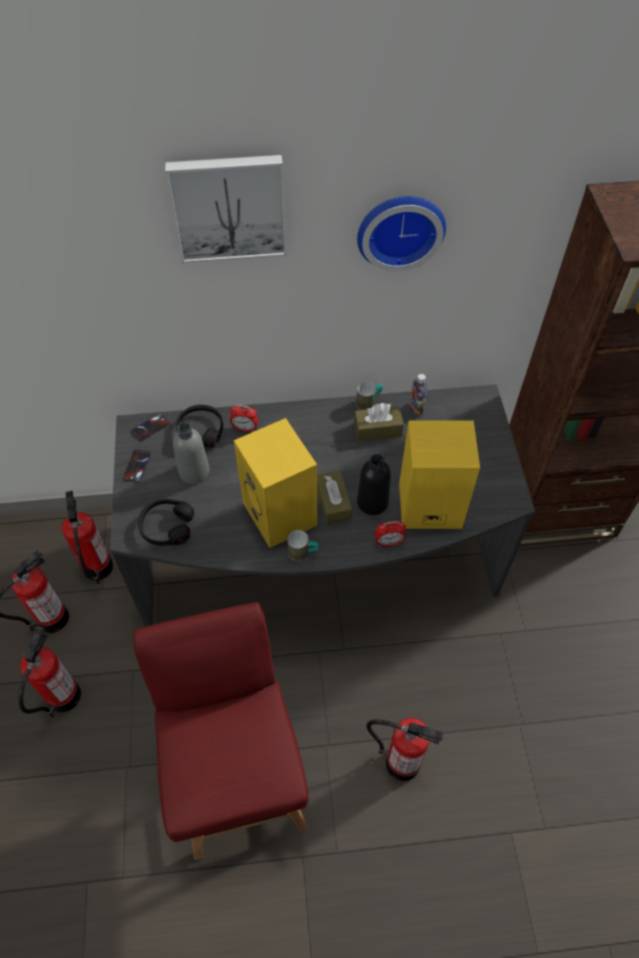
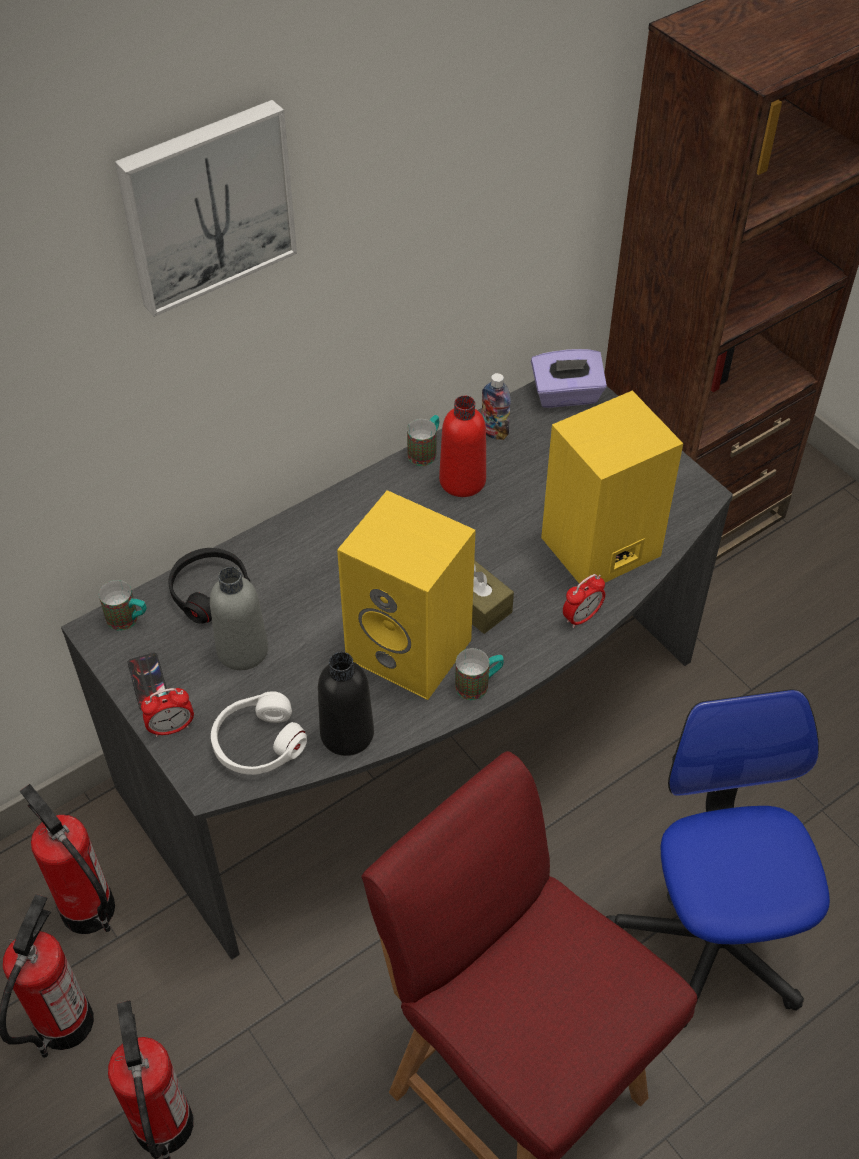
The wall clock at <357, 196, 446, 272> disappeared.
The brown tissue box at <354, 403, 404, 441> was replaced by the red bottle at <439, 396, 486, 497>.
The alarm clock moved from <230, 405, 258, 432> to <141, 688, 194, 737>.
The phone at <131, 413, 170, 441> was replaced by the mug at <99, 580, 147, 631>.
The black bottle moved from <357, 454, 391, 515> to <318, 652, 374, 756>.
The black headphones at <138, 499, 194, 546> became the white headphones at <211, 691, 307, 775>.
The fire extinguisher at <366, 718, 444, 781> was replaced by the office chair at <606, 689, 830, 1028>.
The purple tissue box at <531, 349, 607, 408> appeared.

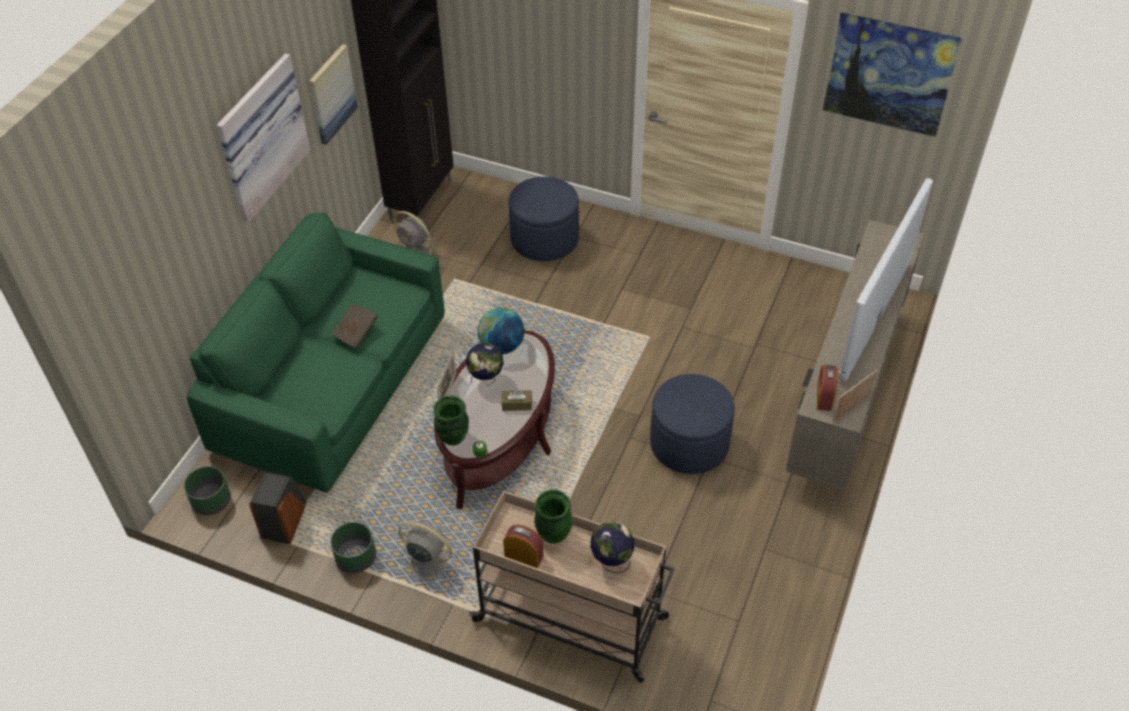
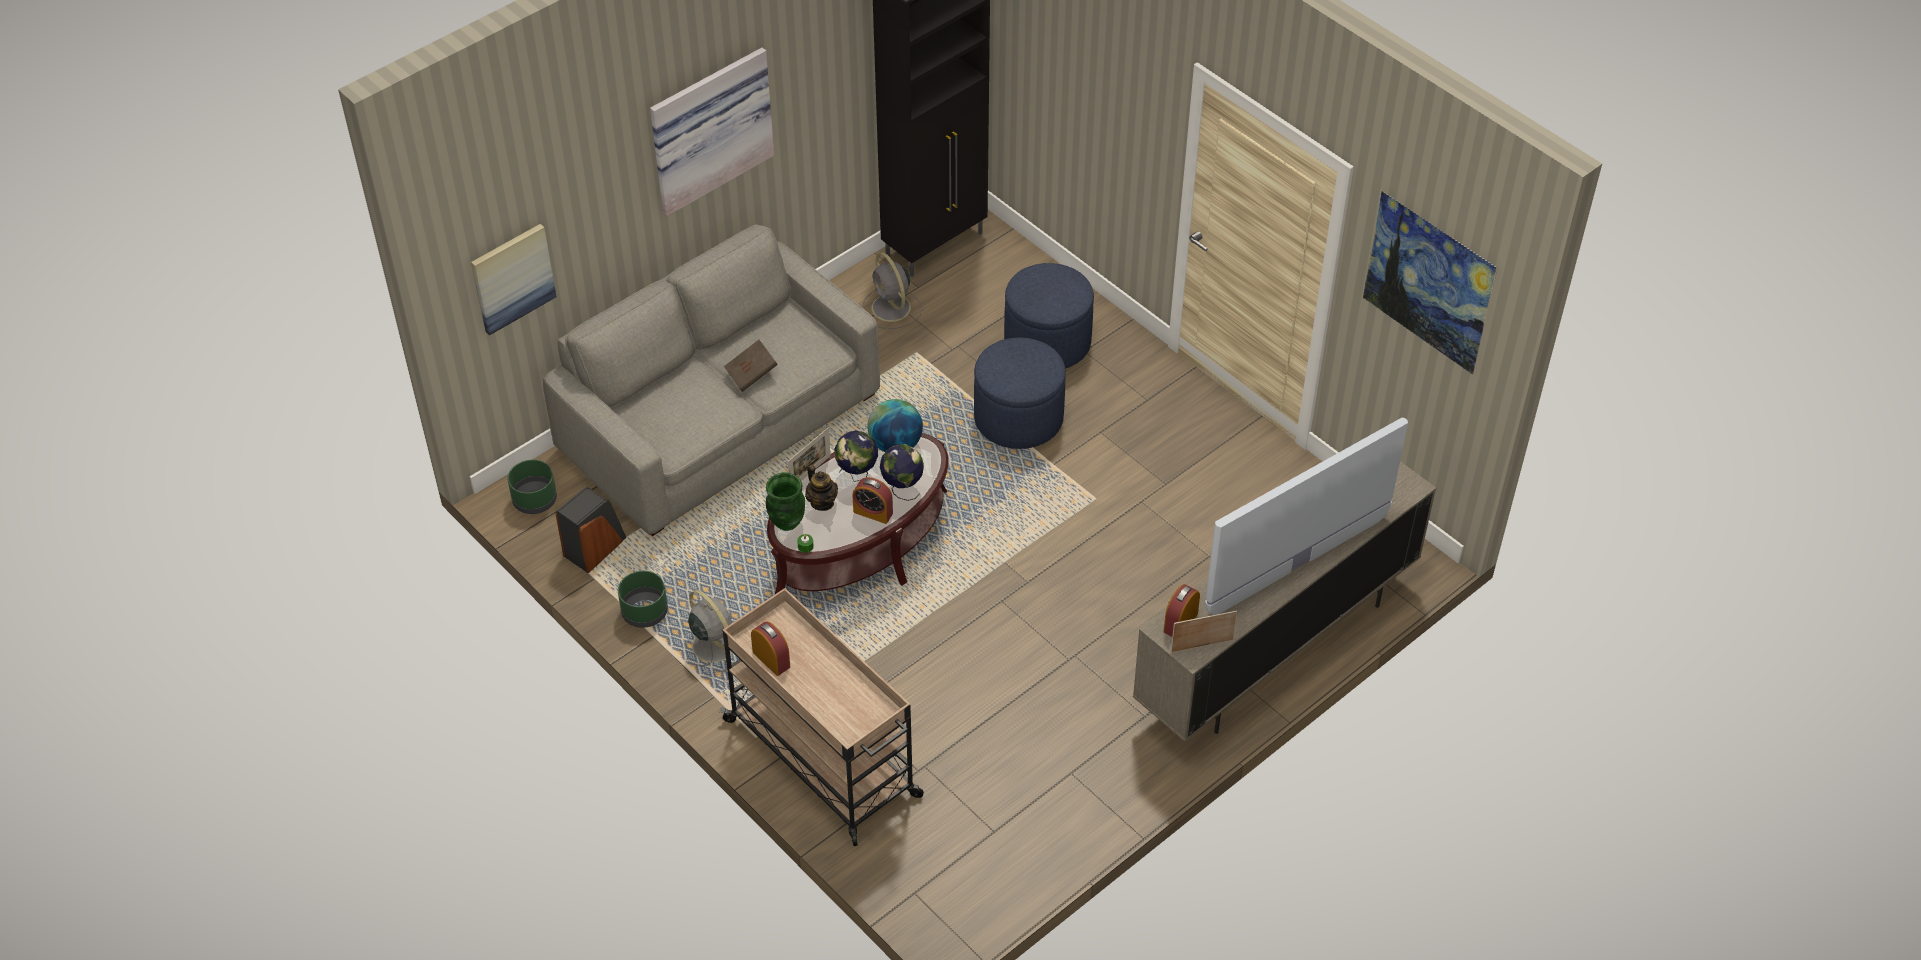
The picture moved from <309, 44, 358, 144> to <471, 224, 557, 335>.
The green sofa at <187, 212, 445, 493> became the grey sofa at <543, 225, 880, 536>.
The blue ottoman moved from <650, 374, 735, 474> to <974, 338, 1066, 449>.
The brown tissue box at <502, 390, 532, 411> was replaced by the alarm clock at <852, 477, 893, 524>.
The green vase at <534, 490, 573, 544> disappeared.
The globe moved from <590, 521, 635, 573> to <880, 444, 924, 501>.
The teapot at <805, 464, 838, 511> appeared.

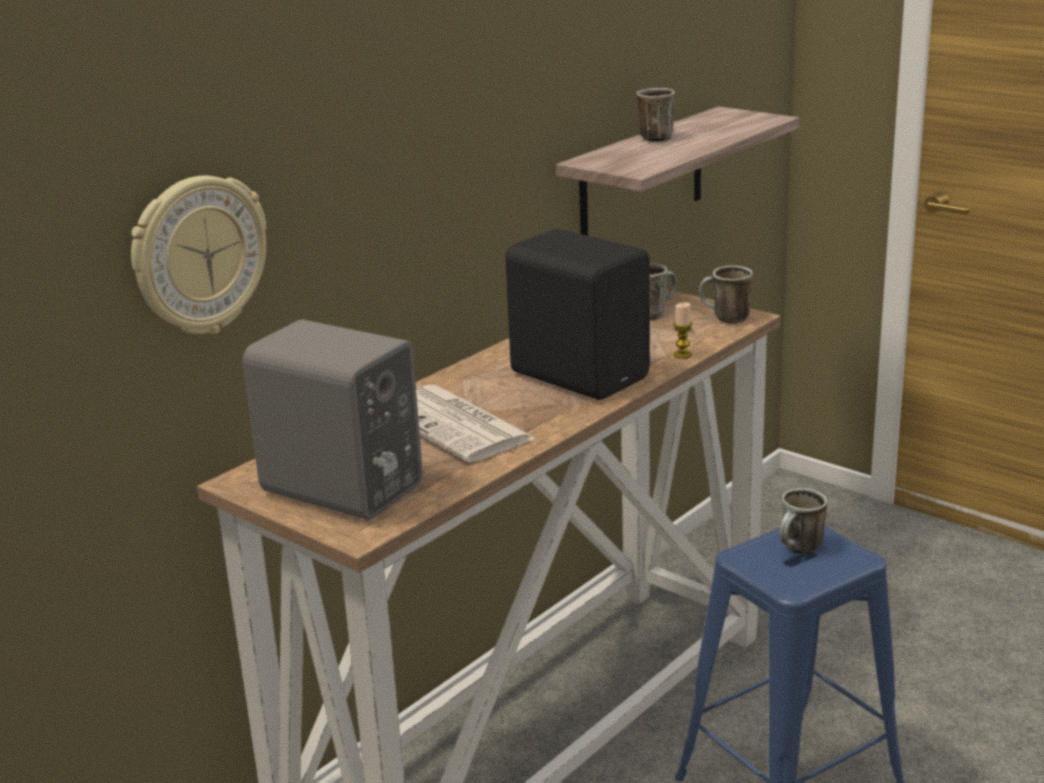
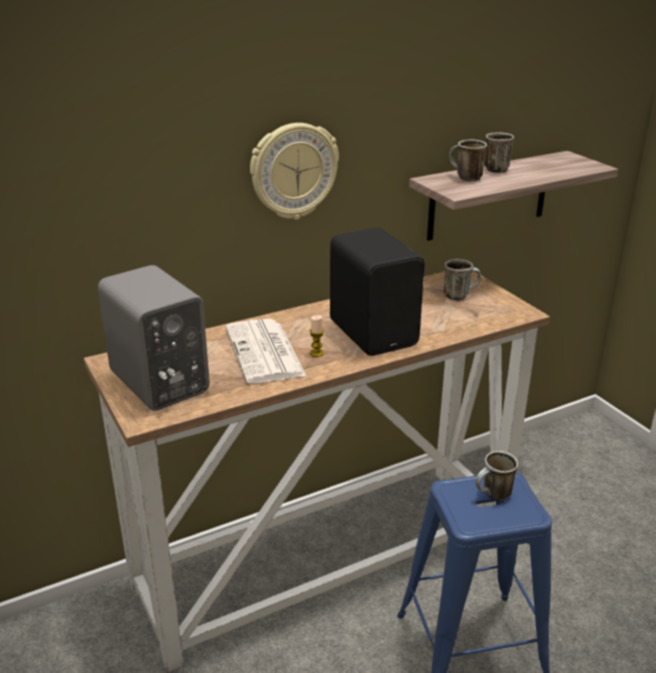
The wall clock moved from <131, 176, 266, 334> to <250, 123, 339, 220>.
The mug moved from <699, 266, 753, 324> to <449, 140, 487, 181>.
The candle moved from <674, 302, 692, 359> to <310, 315, 324, 357>.

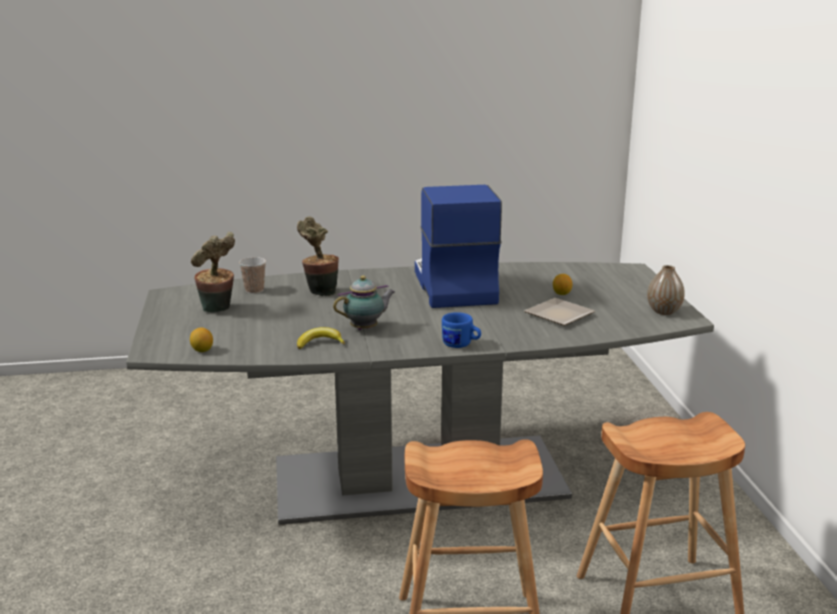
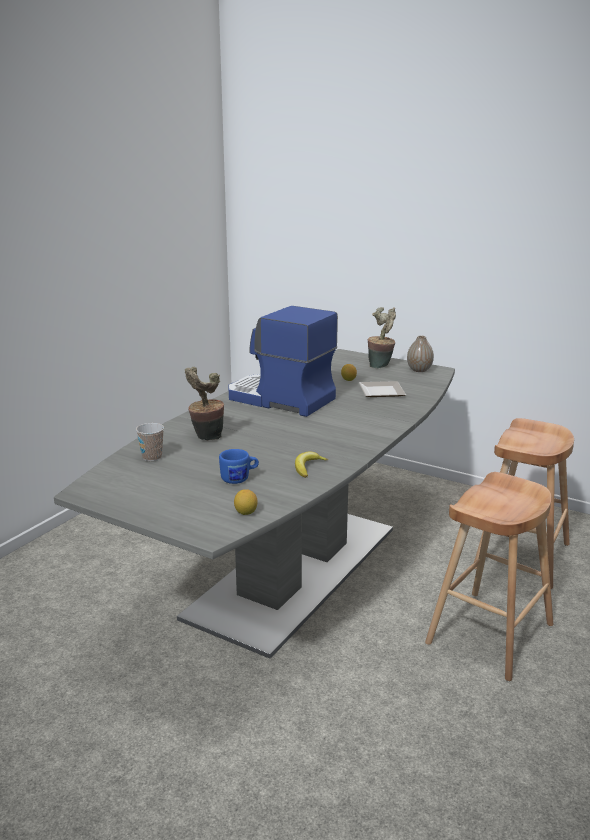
The potted plant moved from <191, 232, 235, 312> to <368, 307, 396, 368>.
The teapot at <333, 275, 395, 330> disappeared.
The blue mug moved from <442, 312, 481, 348> to <219, 449, 259, 484>.

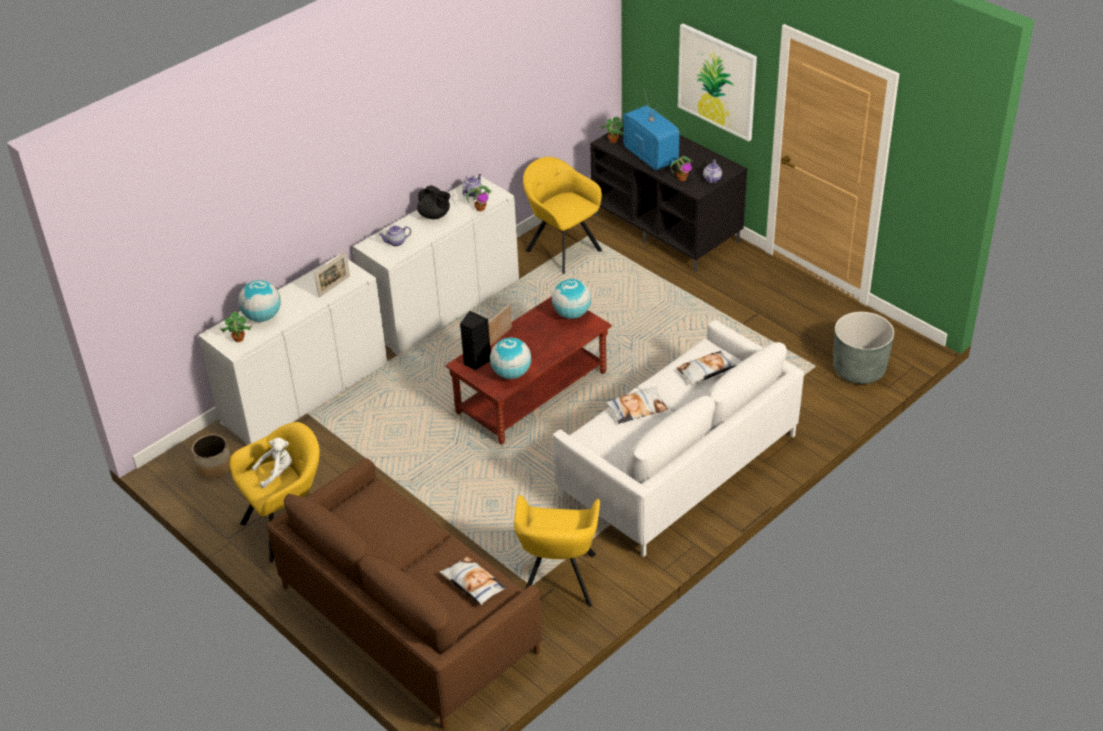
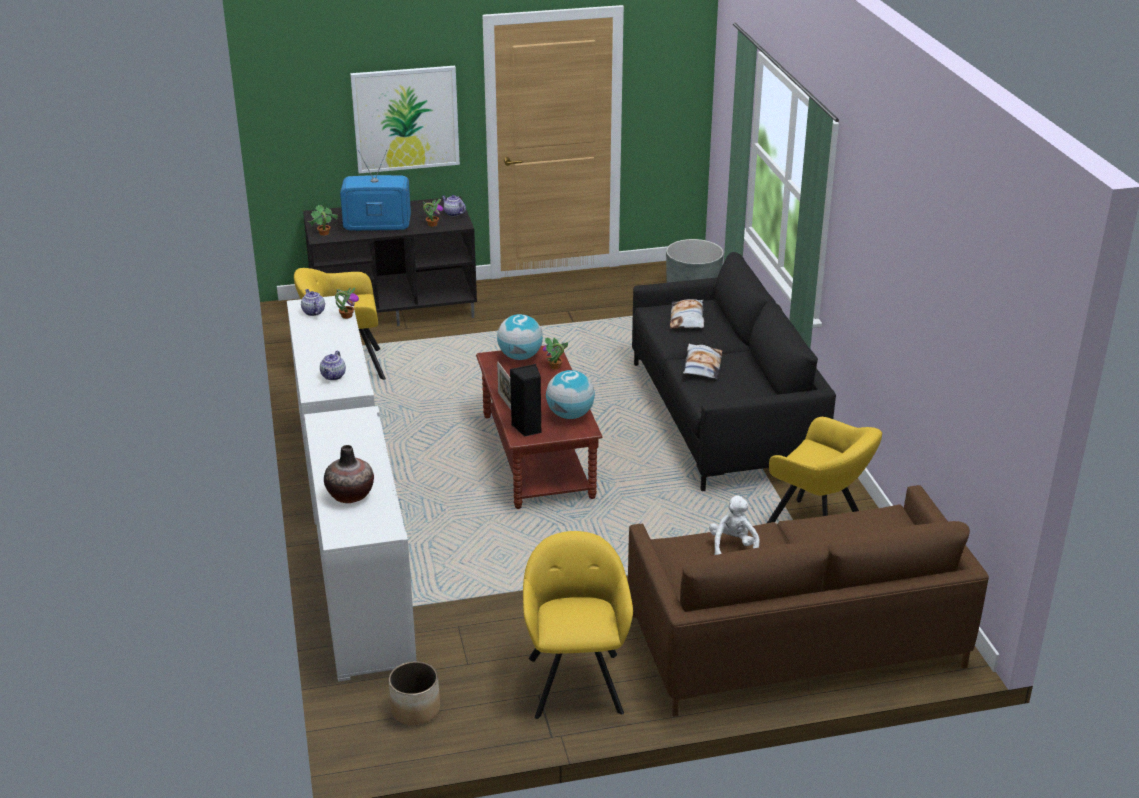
The black teapot at <417, 185, 450, 219> disappeared.
The picture frame at <314, 252, 350, 298> disappeared.
The globe at <238, 280, 281, 322> was replaced by the vase at <324, 445, 374, 503>.
The potted plant moved from <220, 312, 252, 342> to <543, 337, 568, 369>.
The white sofa at <552, 320, 804, 557> became the black sofa at <632, 252, 836, 491>.
The white plush toy moved from <252, 438, 292, 488> to <709, 496, 759, 555>.
The pillow at <439, 556, 507, 605> disappeared.

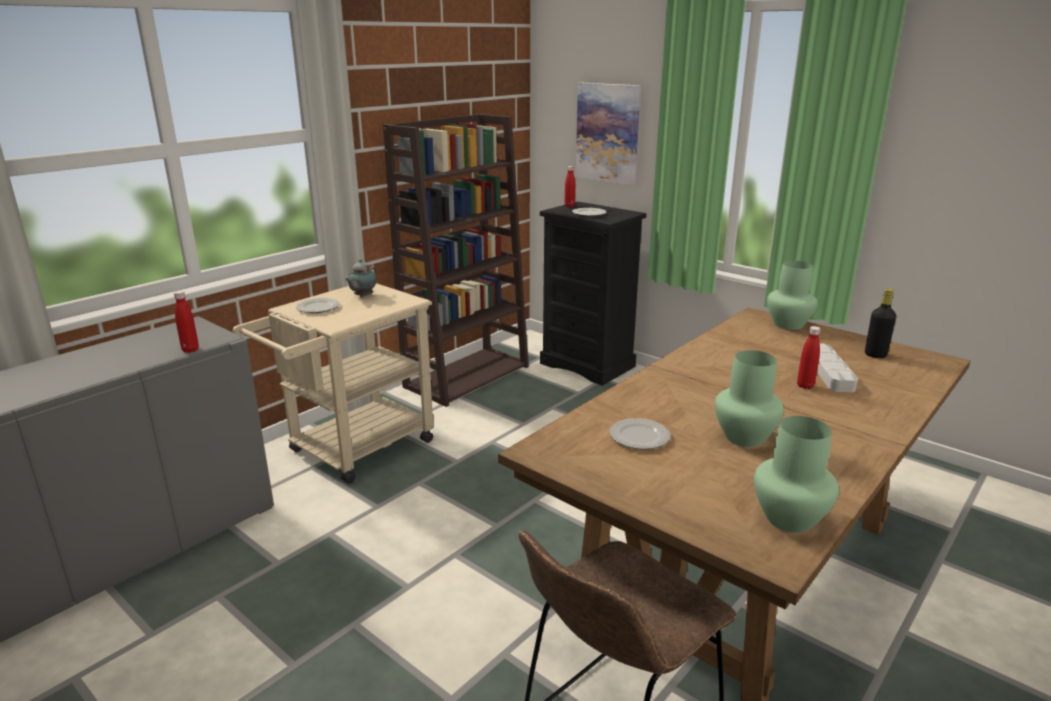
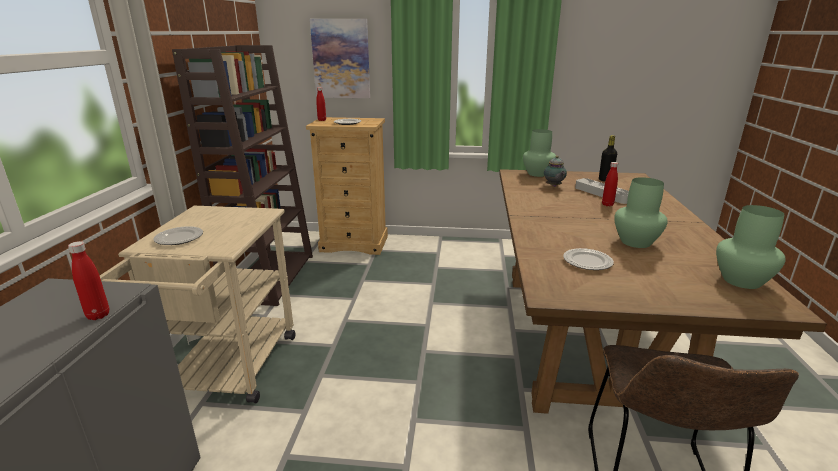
The black dresser at <540, 201, 646, 386> became the beige dresser at <306, 117, 388, 255>.
The teapot moved from <345, 259, 376, 298> to <544, 156, 567, 187>.

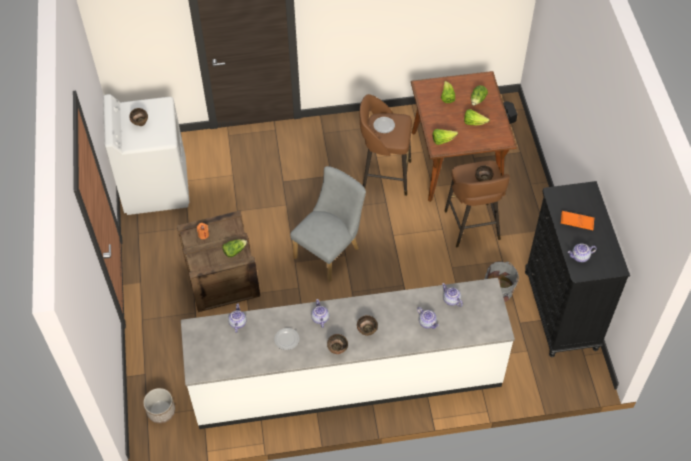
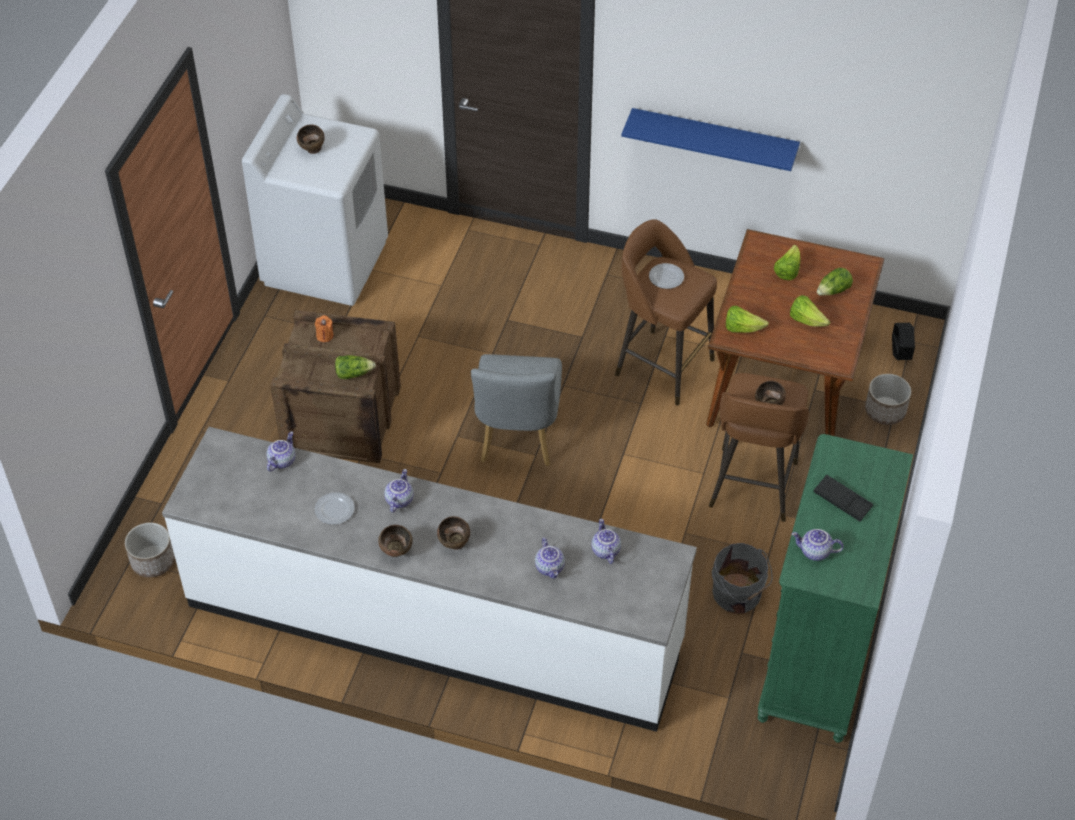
The grey chair at <290, 166, 366, 282> turned 120 degrees clockwise.
The black dresser at <525, 181, 630, 357> became the green dresser at <758, 434, 913, 743>.
The orange tray at <561, 211, 594, 230> became the black tray at <813, 475, 873, 522>.
The blue shelf at <621, 108, 800, 171> appeared.
The planter at <865, 374, 911, 425> appeared.

